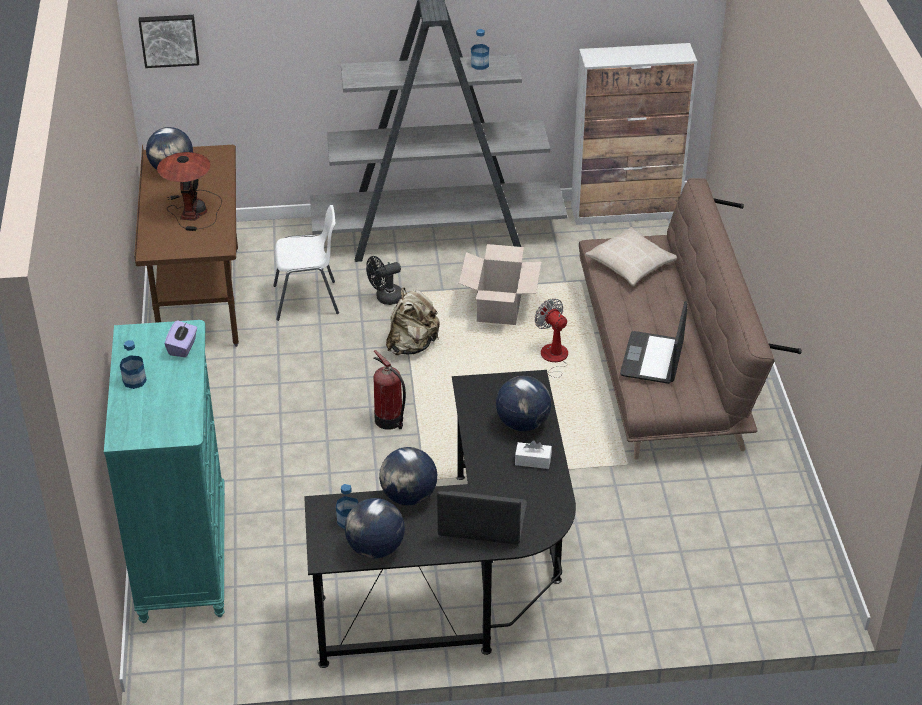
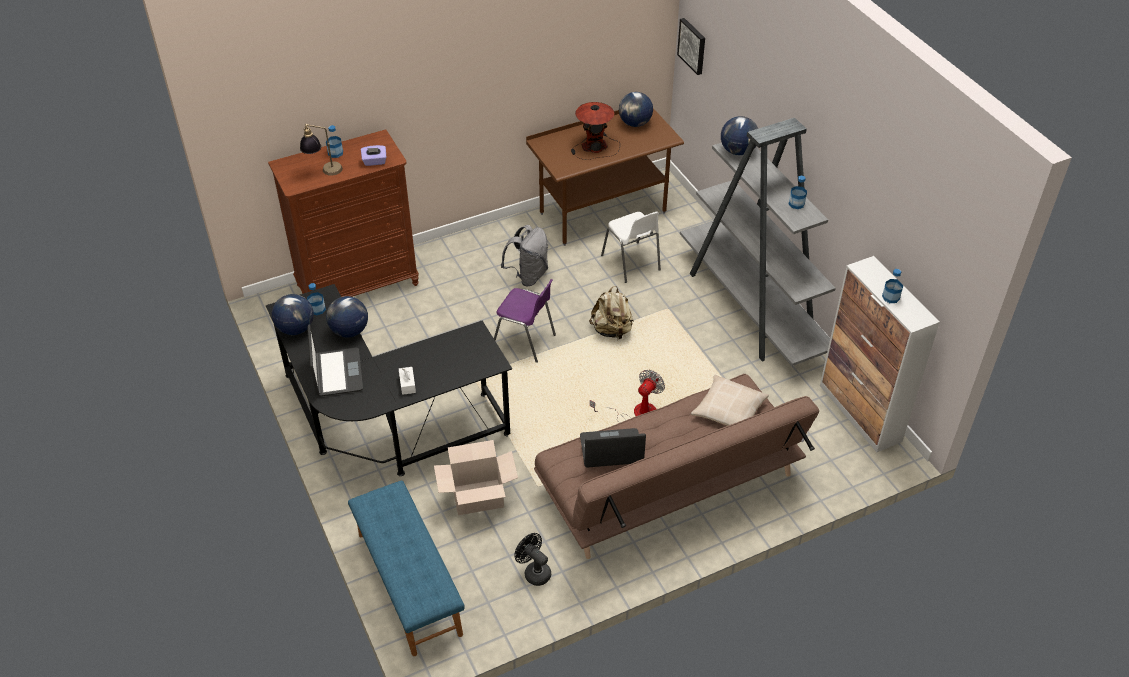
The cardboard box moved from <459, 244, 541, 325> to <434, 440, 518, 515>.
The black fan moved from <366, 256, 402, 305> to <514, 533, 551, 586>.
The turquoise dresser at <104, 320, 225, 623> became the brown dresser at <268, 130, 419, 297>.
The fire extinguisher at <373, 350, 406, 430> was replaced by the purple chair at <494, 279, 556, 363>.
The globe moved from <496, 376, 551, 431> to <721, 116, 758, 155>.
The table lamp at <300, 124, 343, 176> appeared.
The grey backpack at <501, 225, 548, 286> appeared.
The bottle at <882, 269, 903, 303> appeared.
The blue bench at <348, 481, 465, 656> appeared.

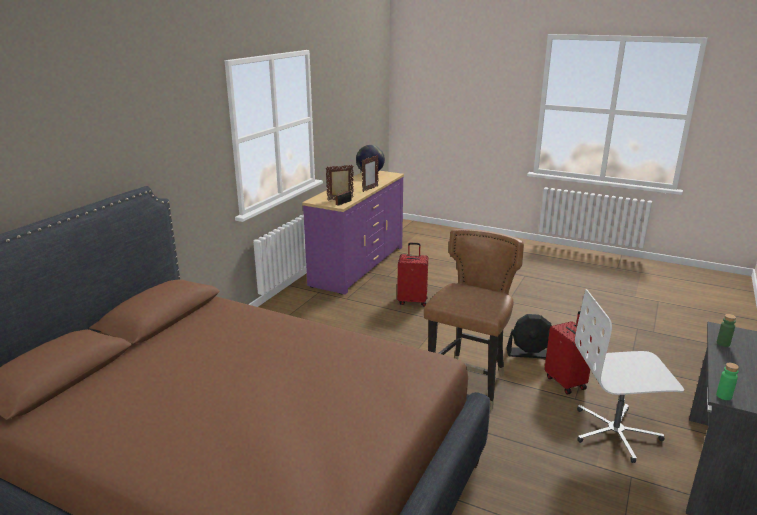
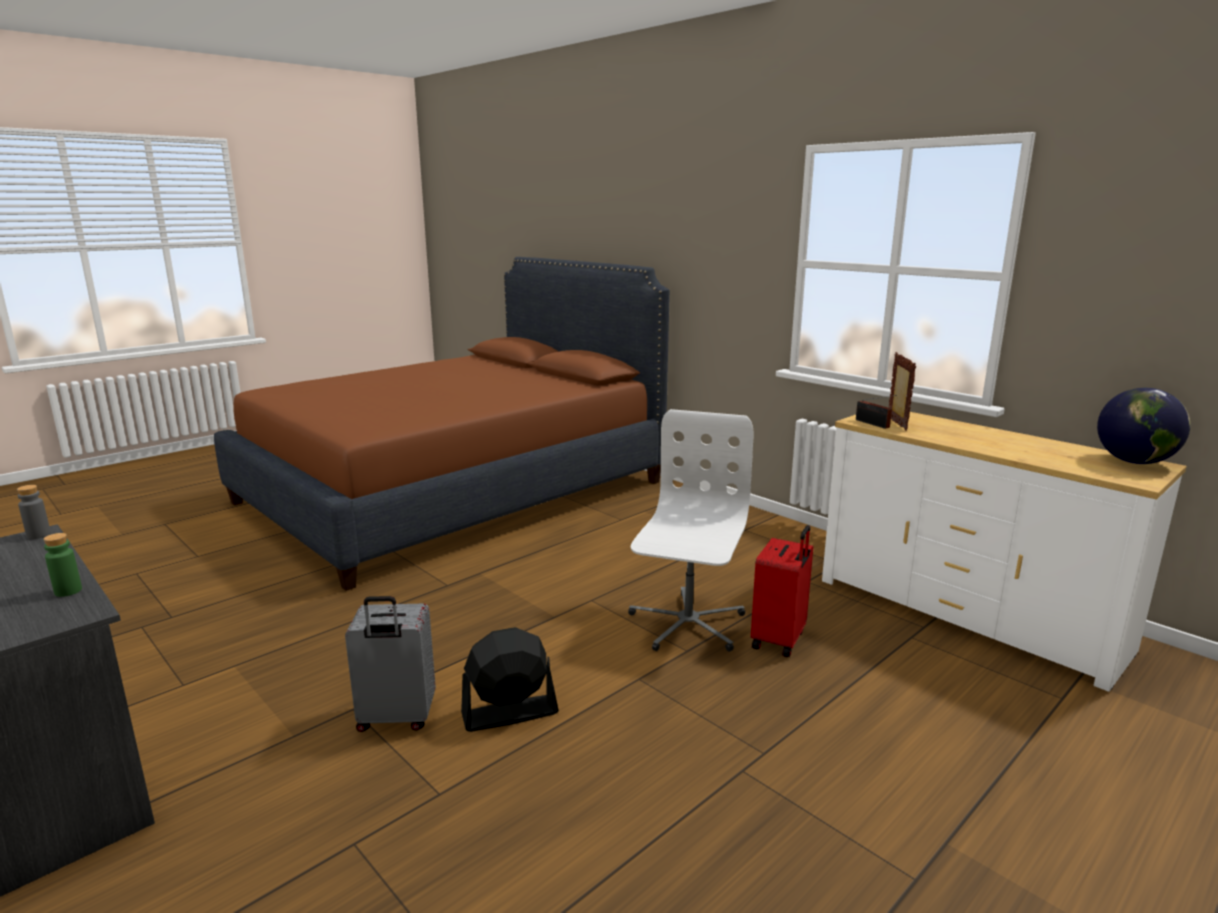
The picture frame at <361, 155, 379, 192> disappeared.
The purple dresser at <302, 171, 404, 294> became the white dresser at <822, 407, 1187, 692>.
The brown chair at <424, 229, 524, 410> disappeared.
The white office chair moved from <575, 289, 684, 463> to <628, 409, 753, 652>.
The red suitcase at <545, 311, 592, 394> became the grey suitcase at <345, 596, 436, 732>.
The black fan at <507, 314, 552, 359> turned 45 degrees clockwise.
The green bottle at <716, 363, 739, 400> became the grey bottle at <17, 485, 51, 539>.

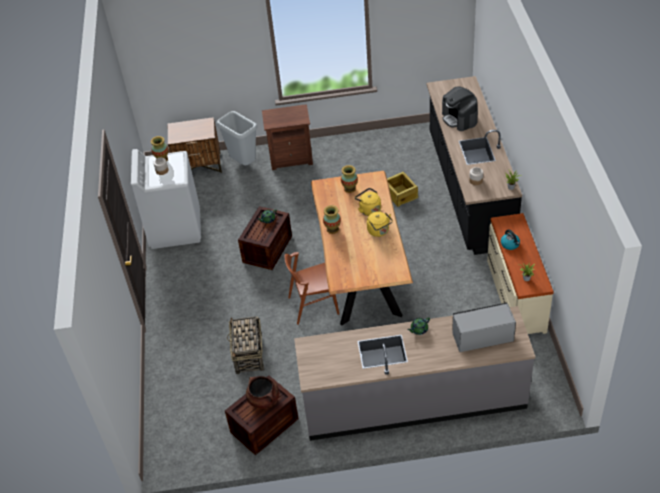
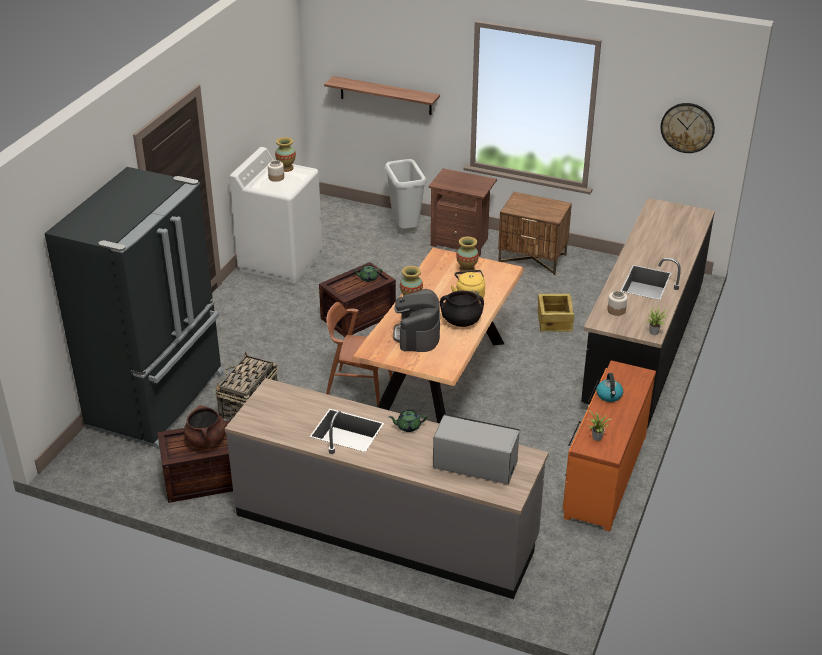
The coffee machine moved from <442, 86, 478, 131> to <393, 289, 440, 352>.
The brown nightstand moved from <168, 117, 222, 173> to <498, 192, 572, 275>.
The yellow kettle at <367, 212, 393, 237> was replaced by the black cooking pot at <440, 291, 484, 327>.
The beige dresser at <487, 213, 554, 334> became the orange dresser at <563, 360, 656, 532>.
The shelf at <324, 76, 440, 115> appeared.
The wall clock at <661, 103, 715, 153> appeared.
The black fridge at <44, 167, 223, 448> appeared.

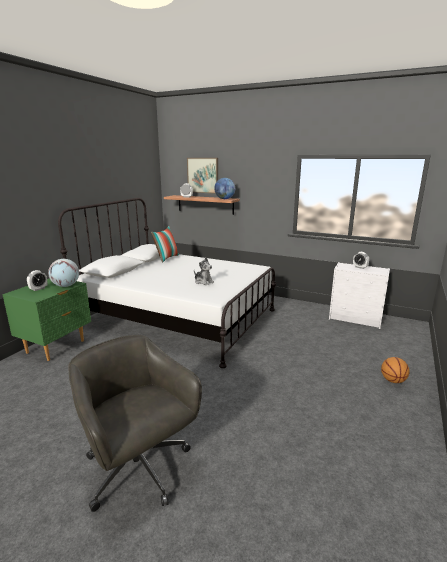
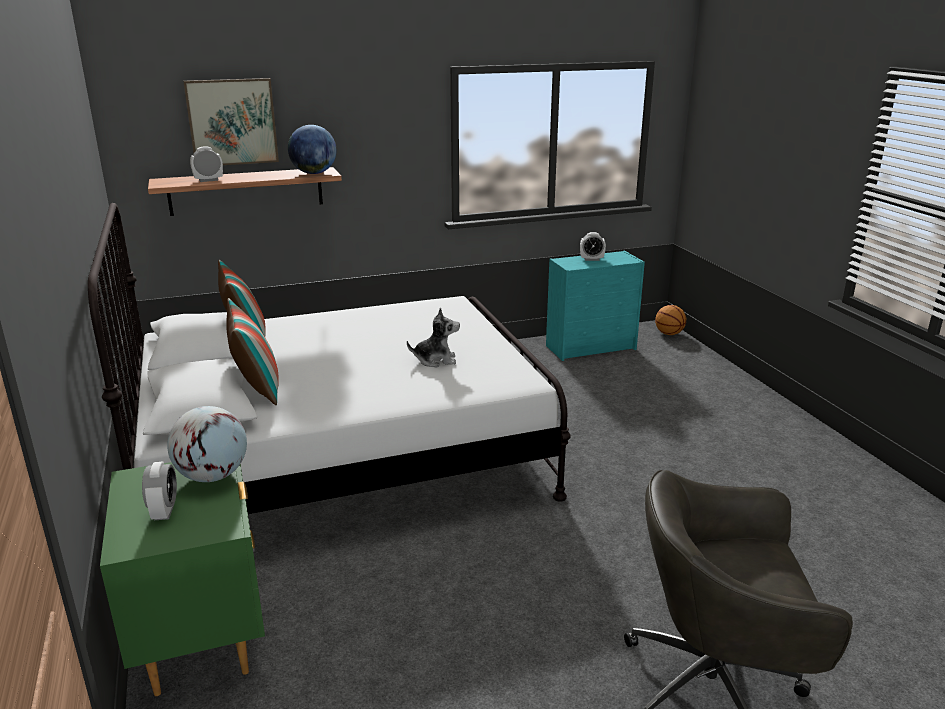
The white dresser at <329, 262, 390, 329> became the turquoise dresser at <546, 250, 645, 361>.
The basketball moved from <381, 357, 409, 383> to <655, 305, 686, 335>.
The pillow at <226, 298, 279, 405> appeared.

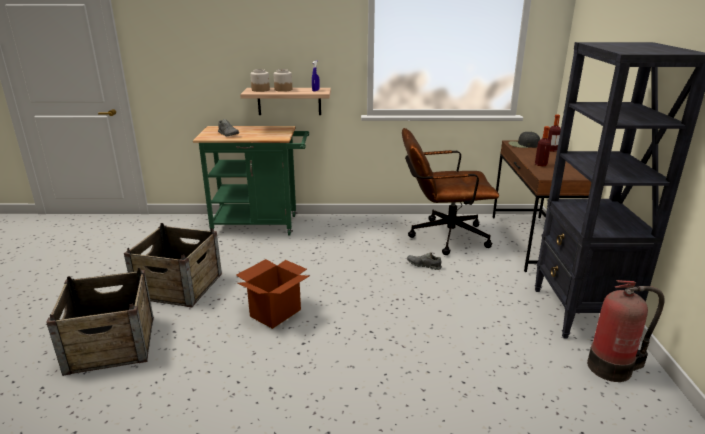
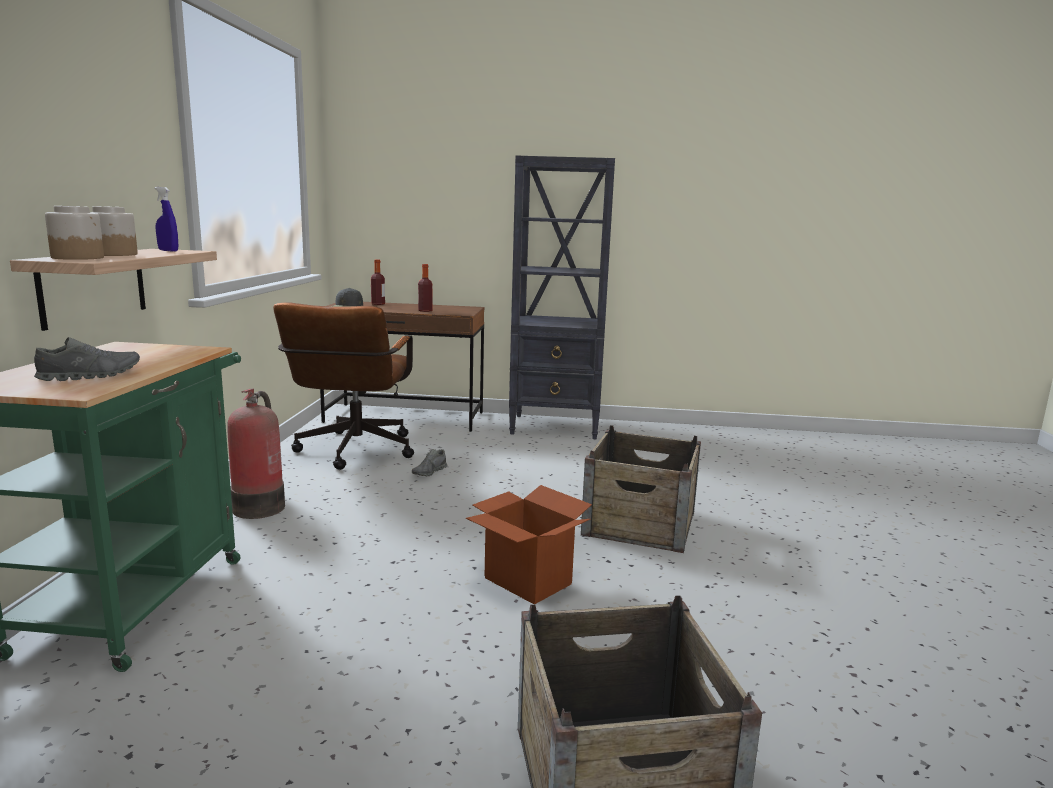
The crate moved from <124, 223, 222, 307> to <581, 425, 701, 553>.
The fire extinguisher moved from <587, 280, 664, 382> to <227, 389, 285, 519>.

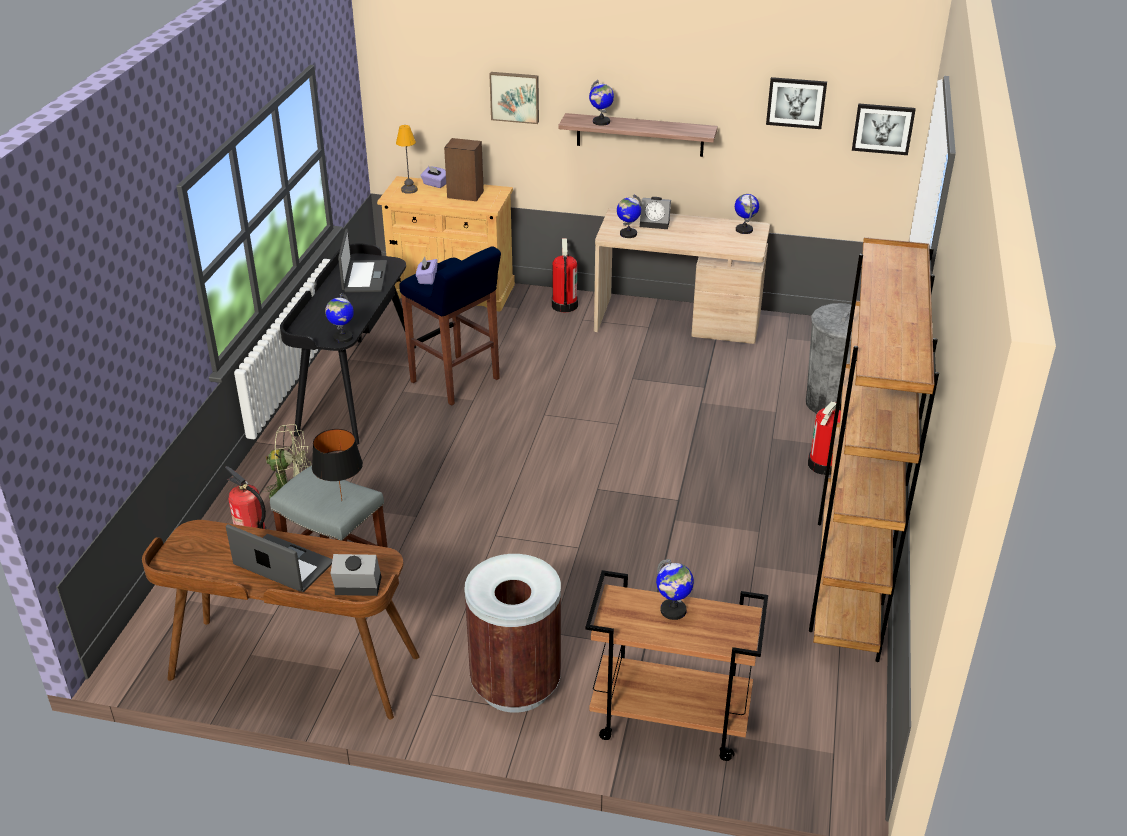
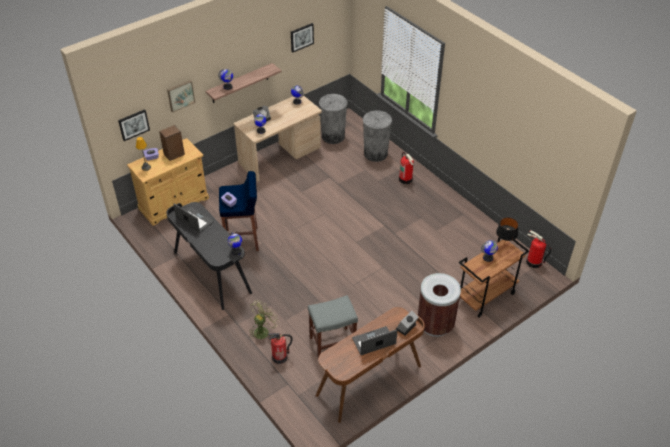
The picture moved from <852, 103, 916, 155> to <118, 109, 150, 141>.
The brown bookcase at <809, 237, 939, 662> disappeared.
The fire extinguisher moved from <552, 238, 578, 312> to <526, 231, 551, 268>.
The black table lamp moved from <312, 429, 363, 500> to <496, 217, 518, 245>.
The grey trash can at <319, 94, 347, 144> appeared.

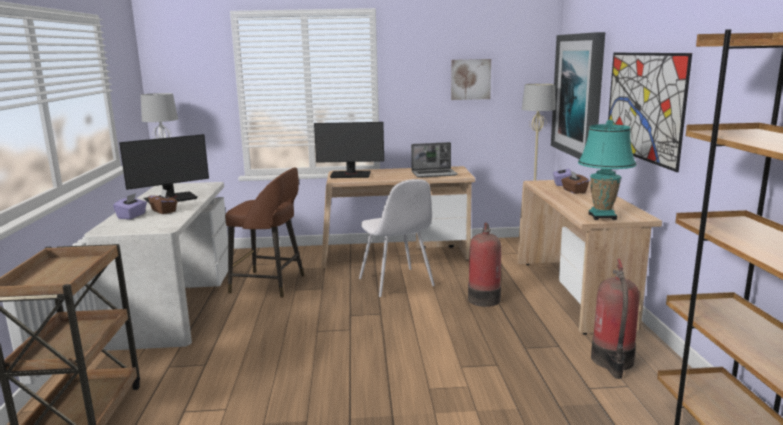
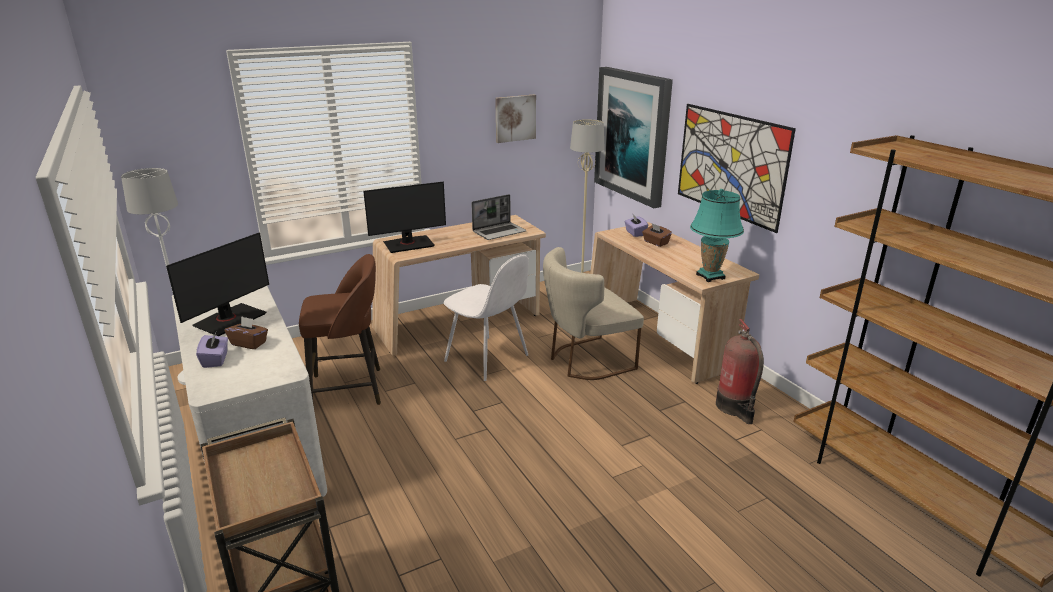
The fire extinguisher at <468, 223, 501, 307> was replaced by the beige chair at <543, 247, 644, 380>.

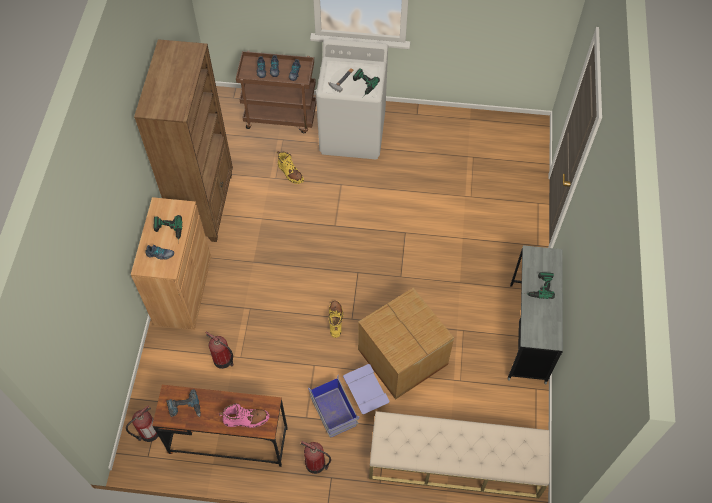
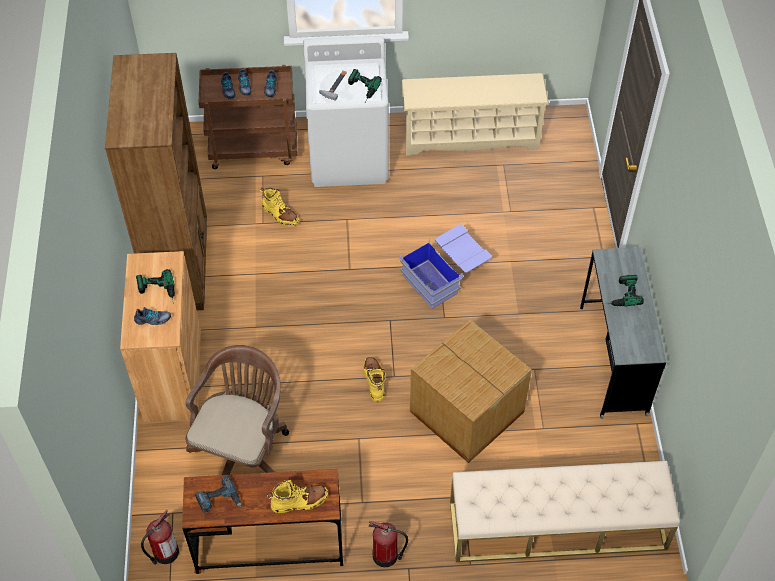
The fire extinguisher at <205, 332, 233, 369> was replaced by the brown office chair at <185, 345, 289, 475>.
The blue storage box moved from <308, 364, 390, 437> to <399, 224, 492, 309>.
The pink boot at <219, 403, 269, 428> became the yellow boot at <267, 479, 328, 513>.
The beige shoe rack at <401, 73, 549, 155> appeared.

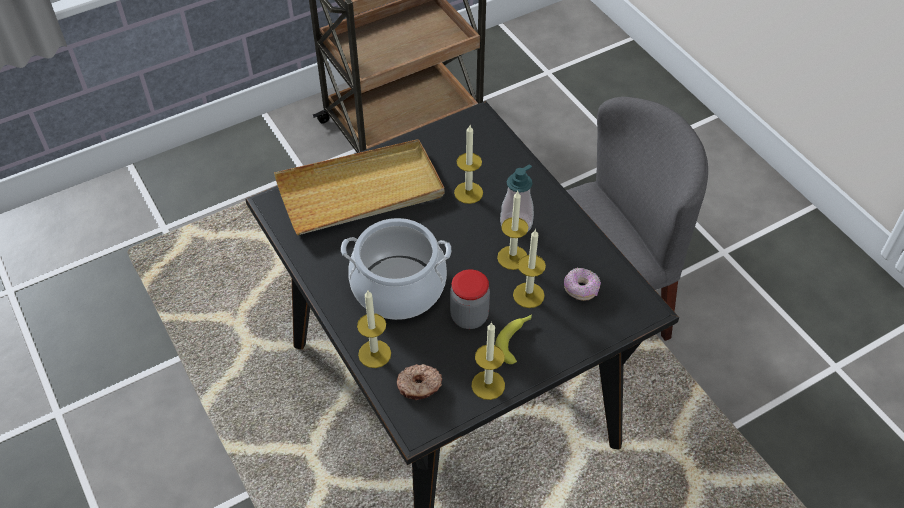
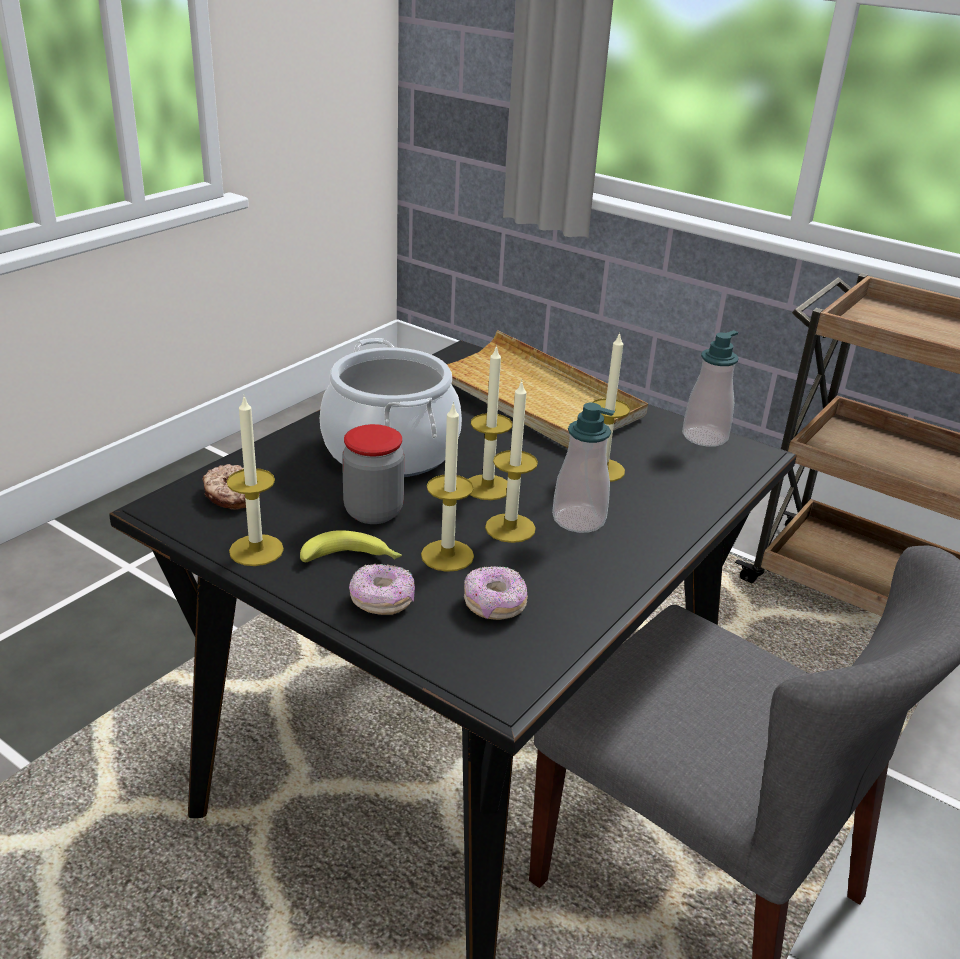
The candle moved from <357, 291, 391, 368> to <468, 345, 512, 500>.
The soap dispenser at <682, 330, 739, 447> appeared.
The donut at <349, 564, 415, 615> appeared.

